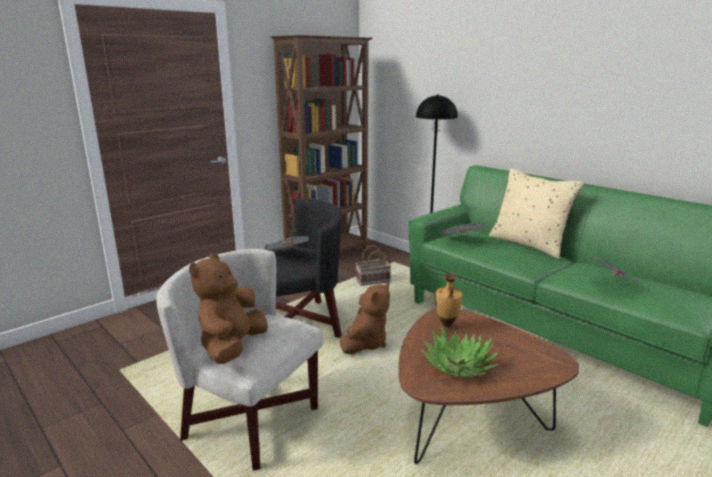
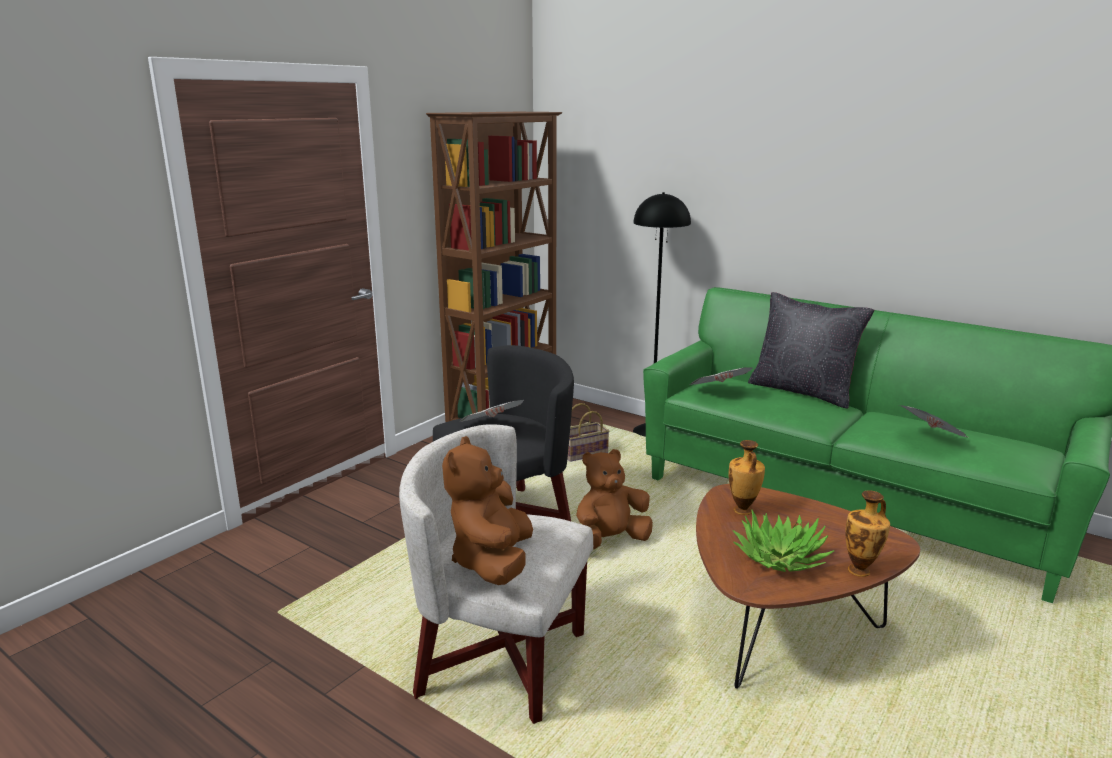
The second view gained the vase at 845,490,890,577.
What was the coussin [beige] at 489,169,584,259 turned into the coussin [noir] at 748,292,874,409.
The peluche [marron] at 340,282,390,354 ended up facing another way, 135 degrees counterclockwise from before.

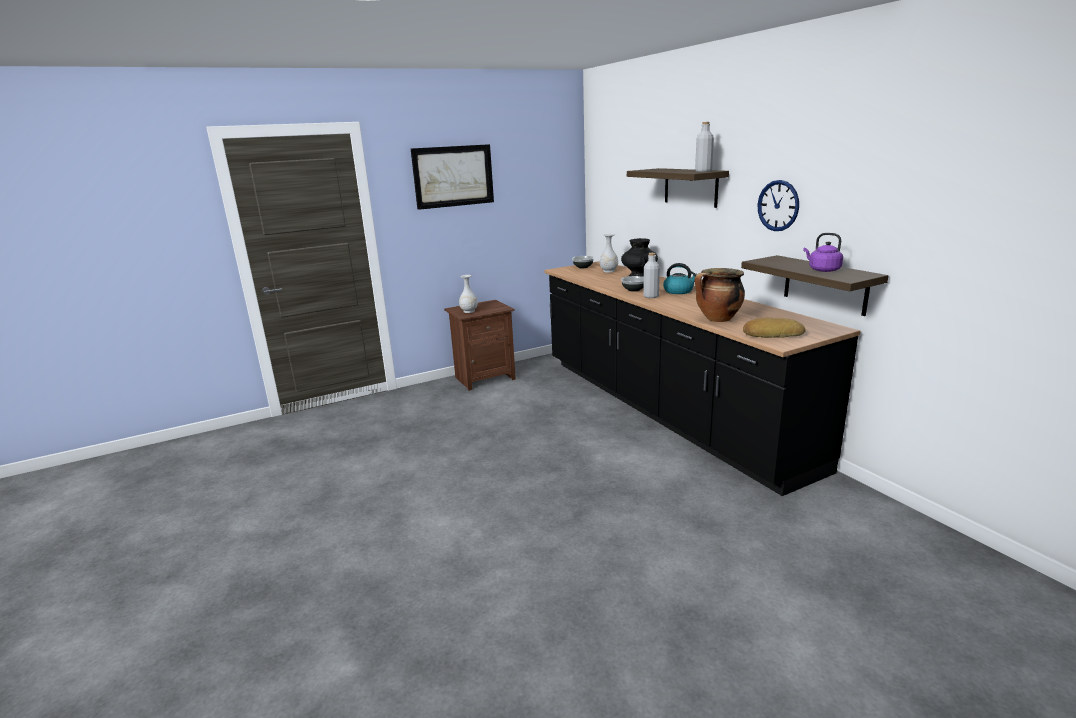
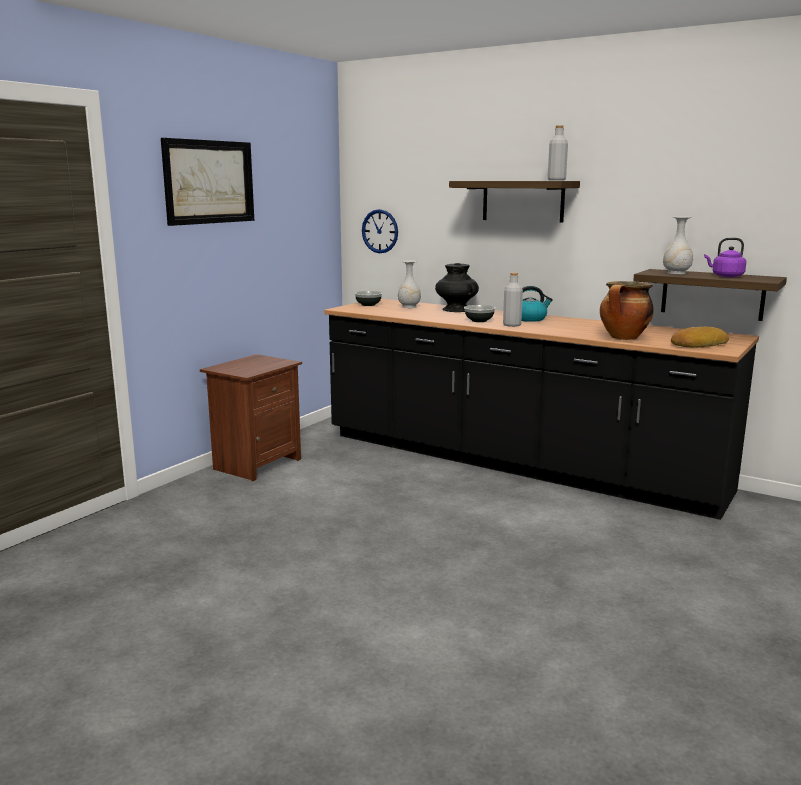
The vase [blanc] ended up elsewhere, having gone from 459,275,478,313 to 663,216,693,274.
The horloge murale ended up elsewhere, having gone from 758,180,799,231 to 362,209,398,253.

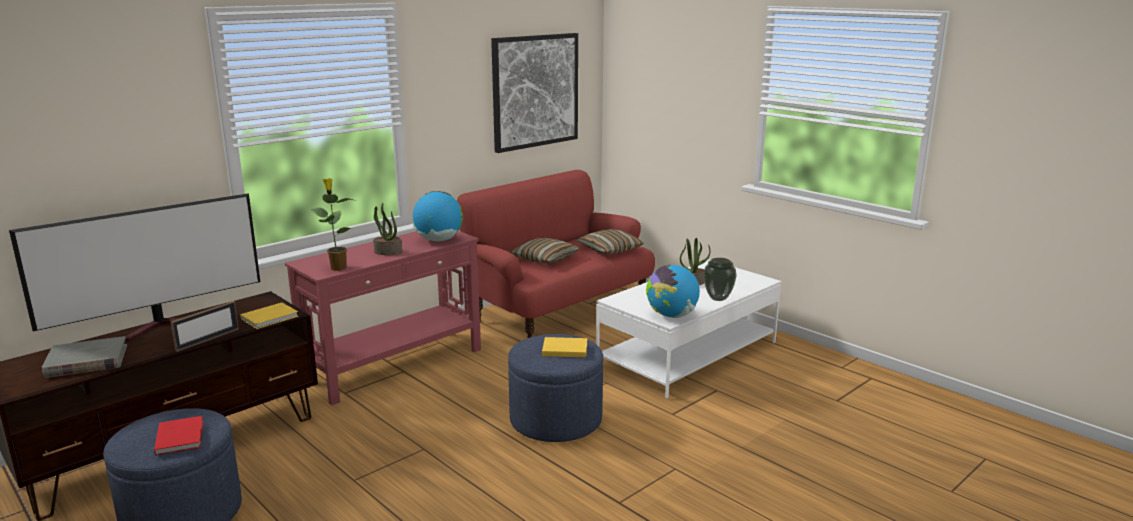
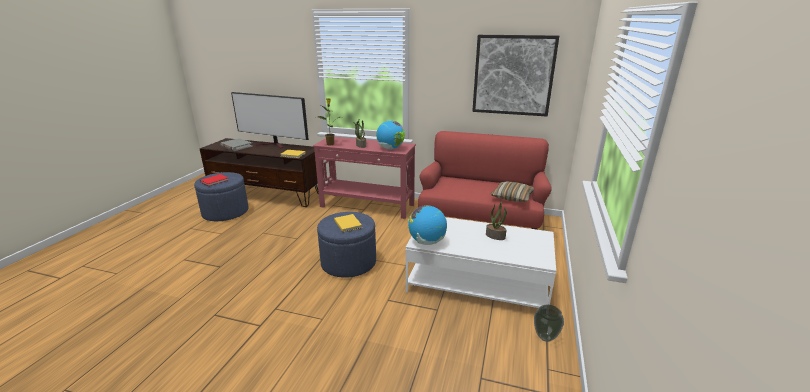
The second view lost the cadre photo at 171,301,239,352.
The second view lost the coussin at 510,238,581,264.
The vase ended up elsewhere, having gone from 703,258,737,301 to 534,305,564,342.

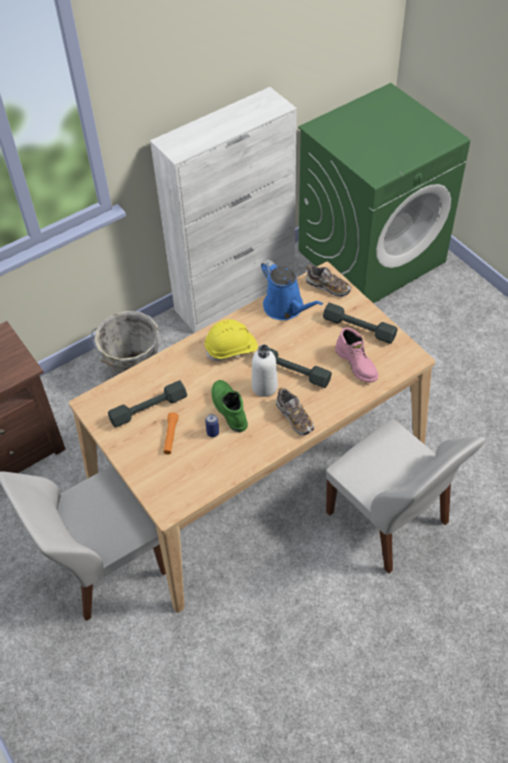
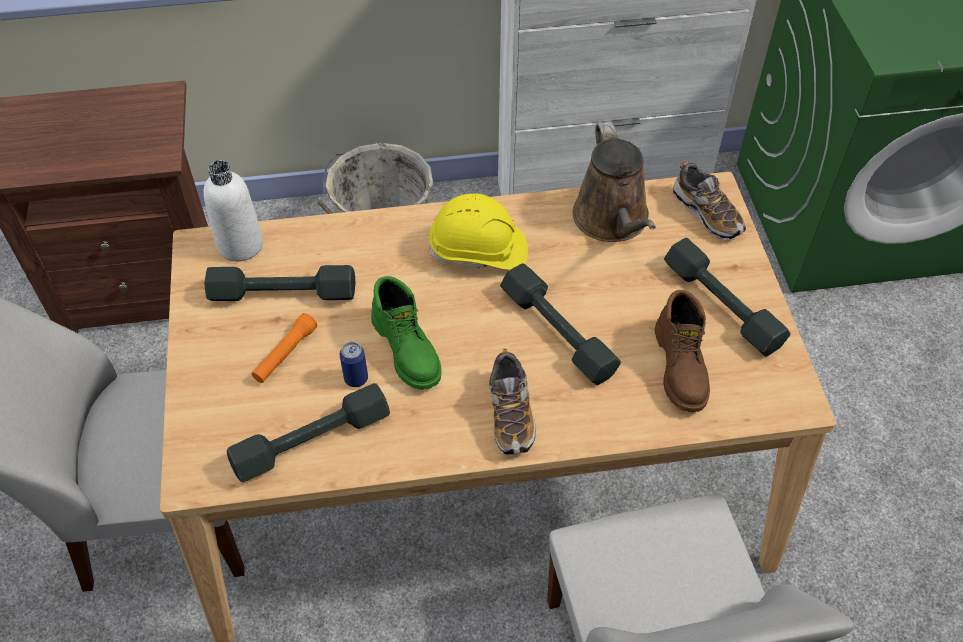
The second view gained the haltère [gris] at 227,383,390,482.
The bouteille [blanc] ended up elsewhere, having gone from 252,345,278,397 to 204,160,263,262.
What was the arrosoir [bleu] at 261,260,323,320 turned into the arrosoir [marron] at 572,122,656,242.
What was the botte [rose] at 335,328,378,383 turned into the botte [marron] at 655,290,710,412.
The botte [vert] at 211,380,248,432 ended up facing another way, 150 degrees clockwise from before.

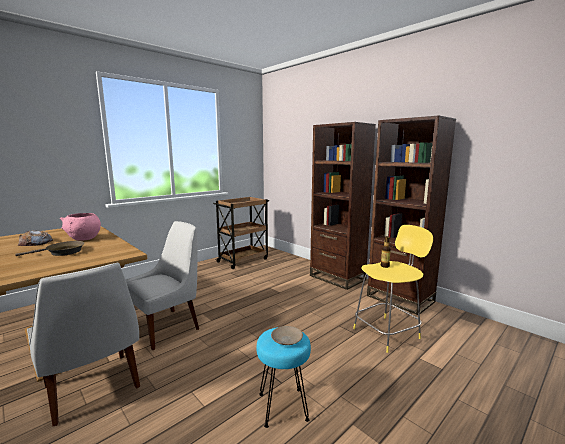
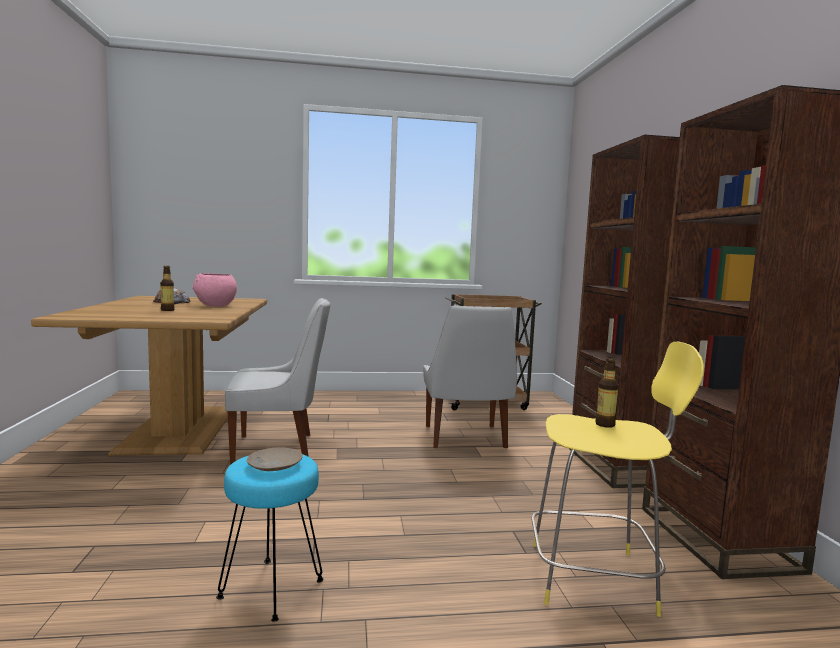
The chaise [blanc] ended up elsewhere, having gone from 27,263,140,426 to 423,306,517,448.
Where the poêle [marron] stood at 15,241,84,256, the bouteille came to stand at 160,266,175,311.

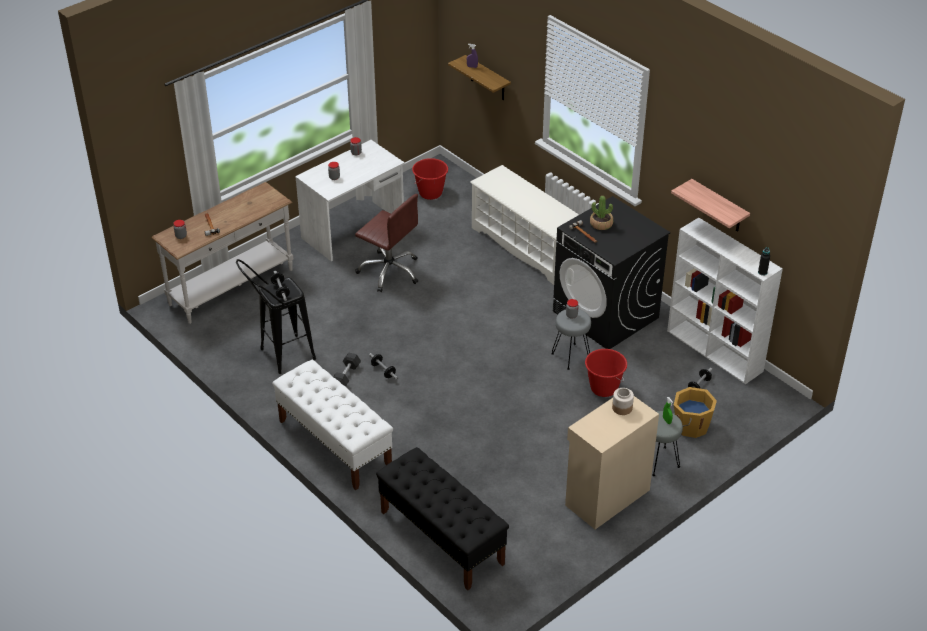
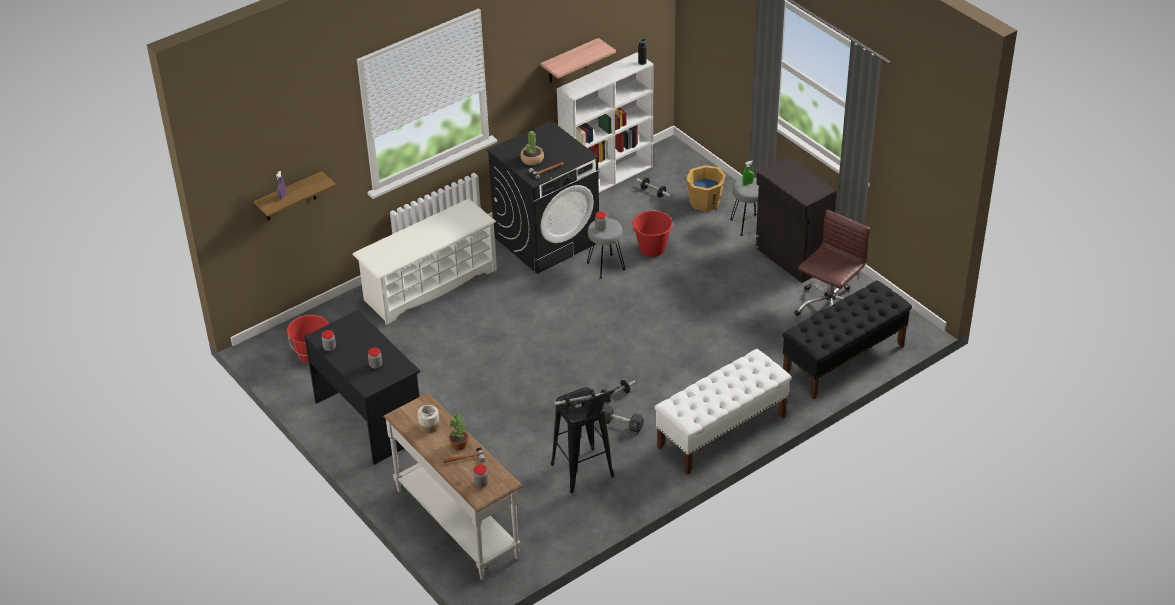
The second view gained the plante en pot at 449,413,469,450.
The chaise de bureau [marron] ended up elsewhere, having gone from 355,194,418,292 to 794,210,870,316.
The bocal ended up elsewhere, having gone from 612,388,634,415 to 418,405,440,433.
What was the bureau [blanc] at 295,140,405,261 turned into the bureau [noir] at 304,310,420,465.
What was the meuble de rangement [beige] at 565,396,659,529 turned into the meuble de rangement [noir] at 754,157,837,283.

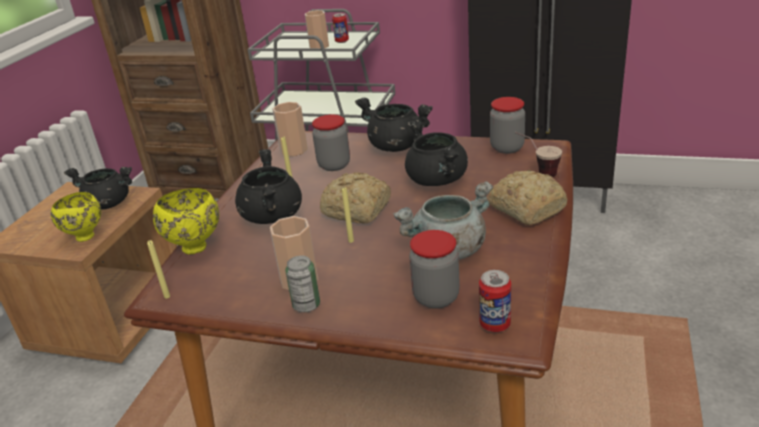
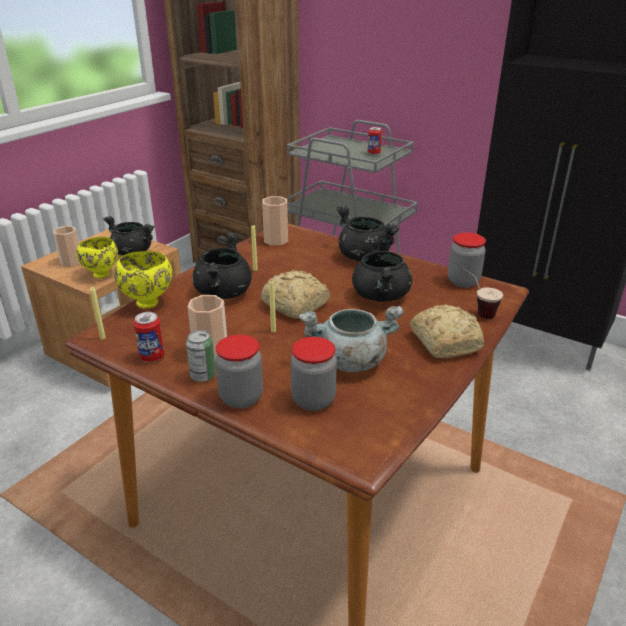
The tasse ended up elsewhere, having gone from 305,10,329,48 to 53,226,80,267.
The bocal ended up elsewhere, having gone from 312,114,350,171 to 215,335,263,408.
The boîte métallique ended up elsewhere, having gone from 479,270,511,332 to 134,312,165,362.

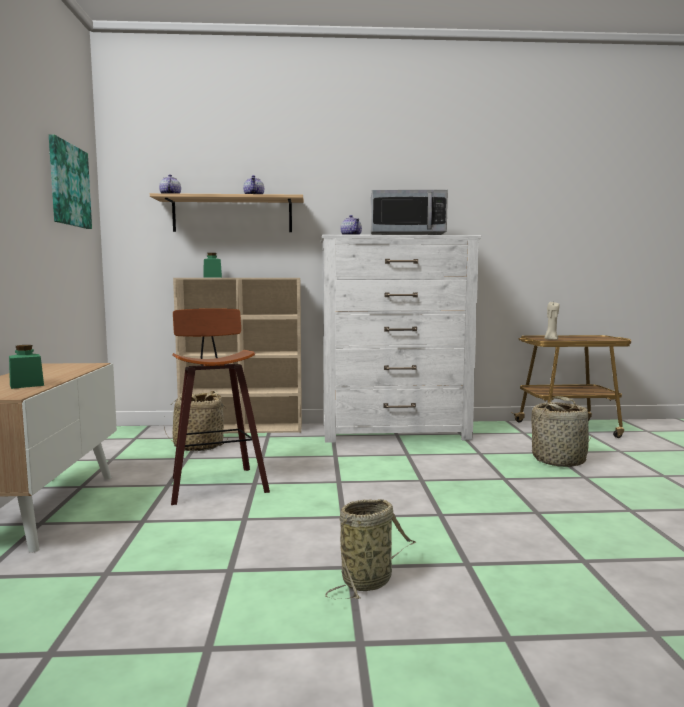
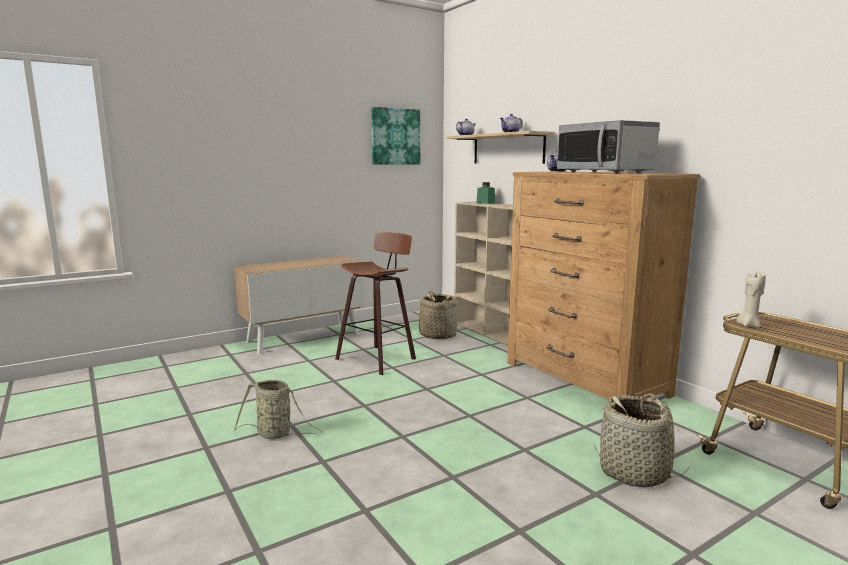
The second view lost the bocal [vert] at 9,345,44,389.
What was the commode [blanc] at 321,234,481,443 turned into the commode [marron] at 507,171,700,400.

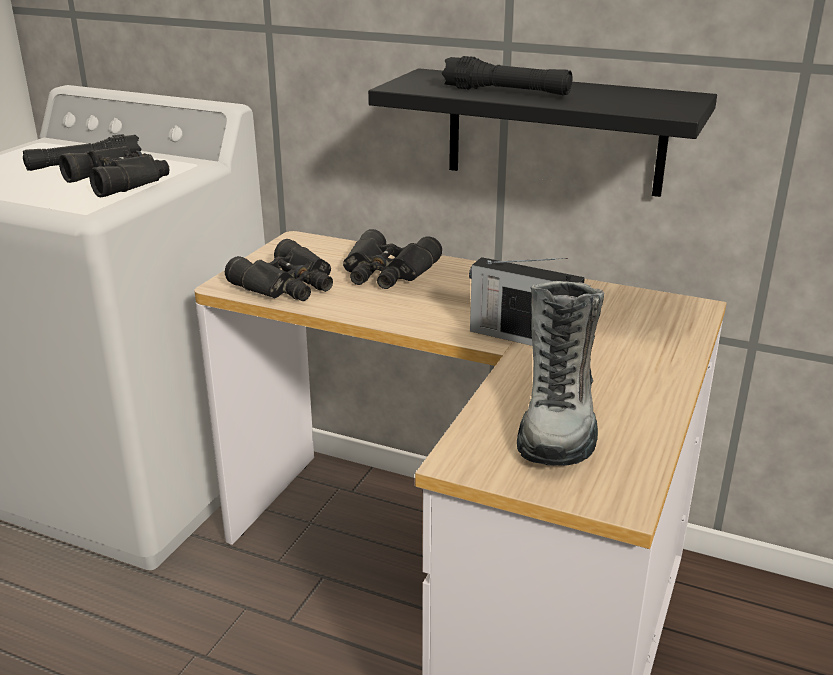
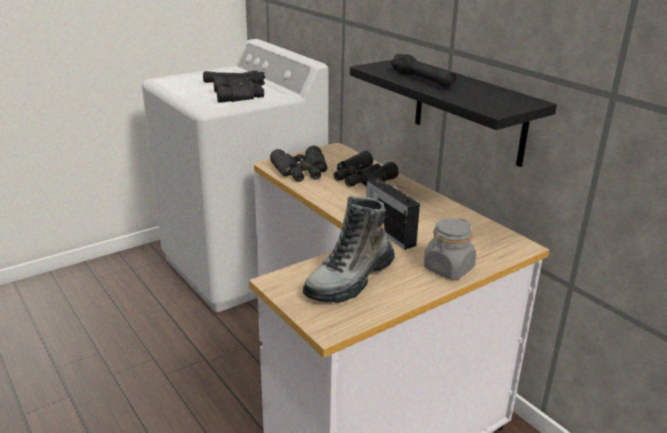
The second view gained the bocal [gris] at 424,218,476,279.

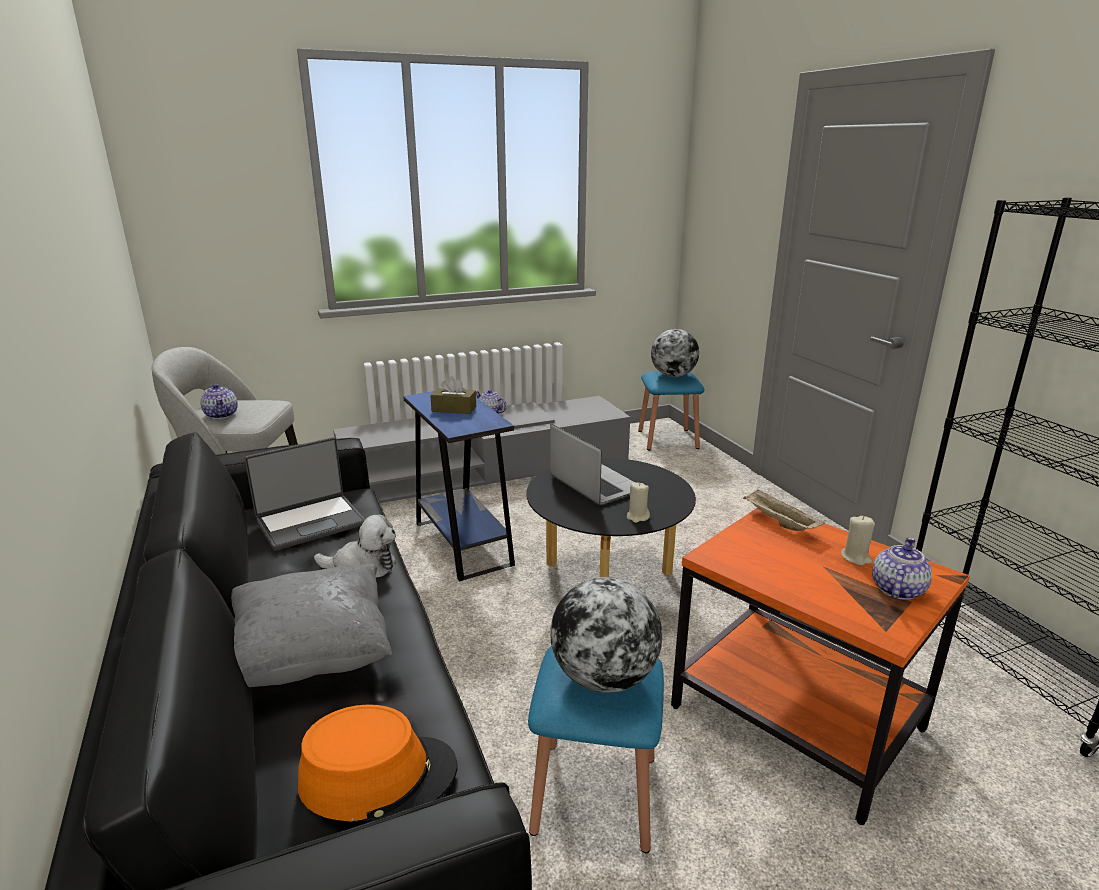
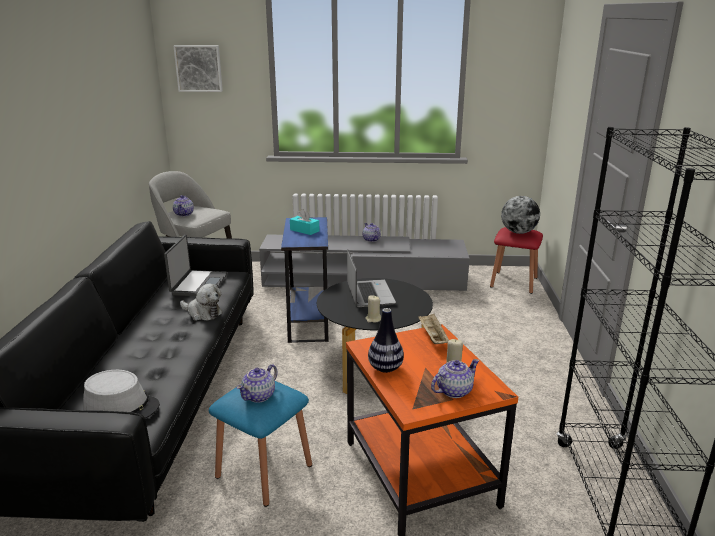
The second view lost the coussin [gris] at 231,564,392,687.
The second view gained the tableau at 173,45,223,92.
The second view gained the vase at 368,308,404,373.
Where the globe stood at 550,577,662,693, the théière came to stand at 237,364,278,403.
What was the chapeau [orange] at 298,704,458,822 turned into the chapeau [gris] at 83,370,160,419.
What was the boîte à mouchoirs [marron] at 430,376,476,414 turned into the boîte à mouchoirs [turquoise] at 290,209,319,235.
What was the tabouret [bleu] at 638,371,705,450 turned into the tabouret [rouge] at 490,227,543,294.
The ordinateur portable at 245,437,365,551 ended up facing another way, 75 degrees counterclockwise from before.

